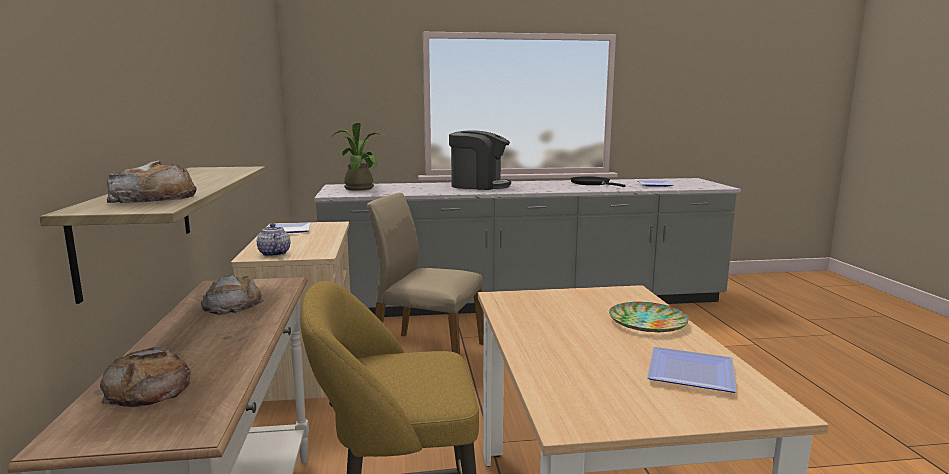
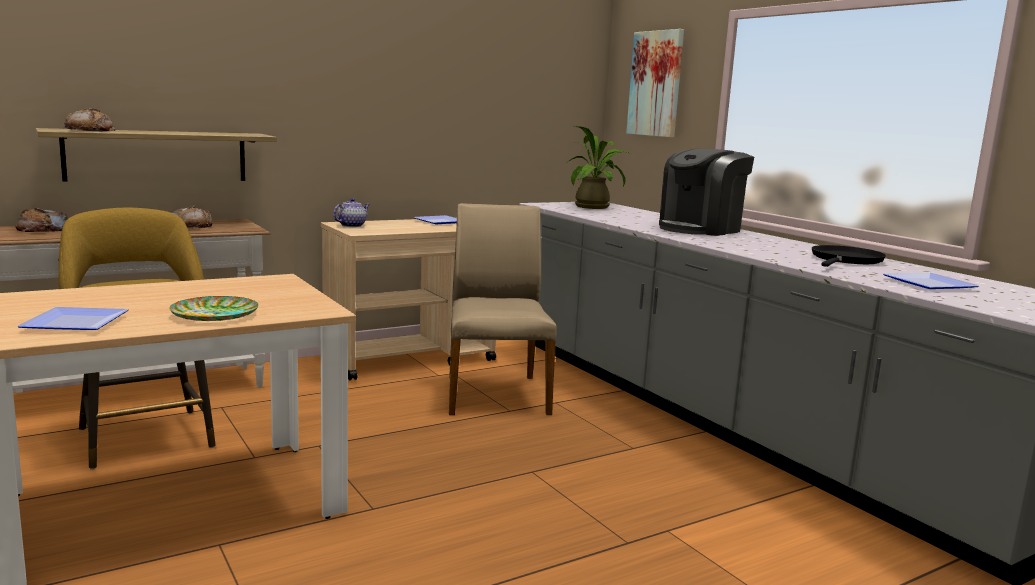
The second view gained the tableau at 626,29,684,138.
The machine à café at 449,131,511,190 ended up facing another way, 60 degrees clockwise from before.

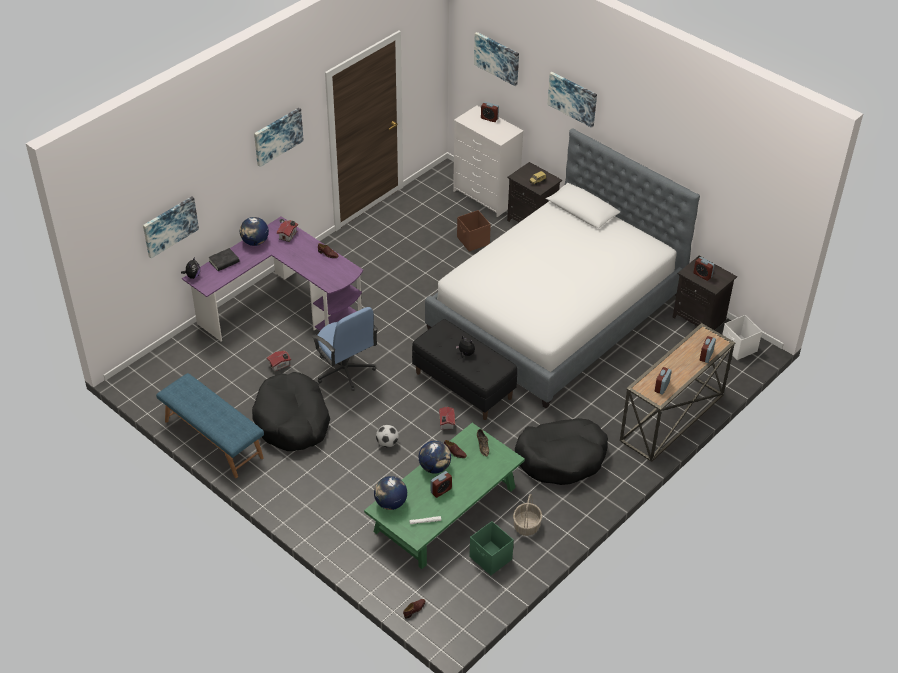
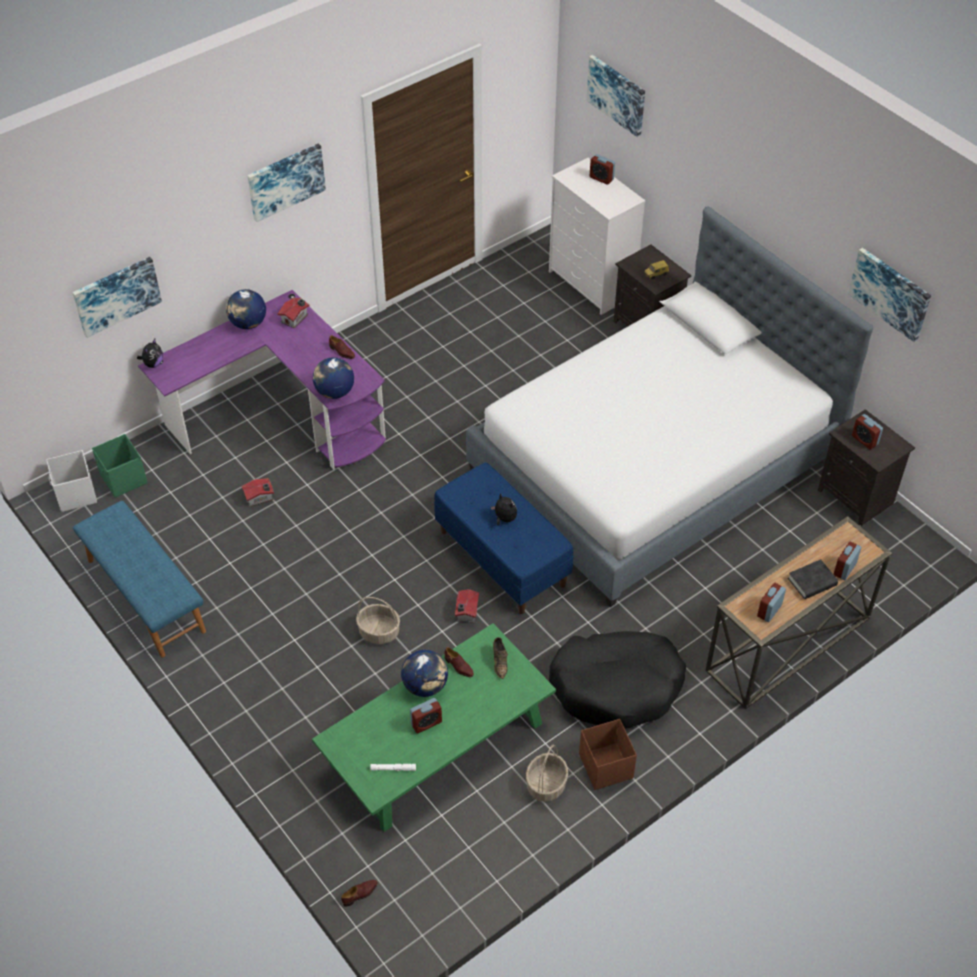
The second view lost the panier pour chien [noir] at 252,372,330,451.
The second view lost the chaise de bureau [bleu] at 311,307,378,391.
The livre [noir] ended up elsewhere, having gone from 208,248,240,271 to 788,559,838,599.
The globe ended up elsewhere, having gone from 374,476,407,510 to 313,357,354,399.
The boîte de rangement [marron] ended up elsewhere, having gone from 457,210,491,252 to 579,719,637,790.
The boîte de rangement [vert] ended up elsewhere, having gone from 469,521,514,576 to 92,434,148,498.
The tableau ended up elsewhere, having gone from 548,72,597,128 to 848,248,931,342.
The boîte de rangement [blanc] ended up elsewhere, having gone from 722,315,762,360 to 46,450,97,512.
Where the ballon de foot stood at 376,425,399,448, the panier came to stand at 356,597,400,644.
What was the banc [noir] at 412,319,517,420 turned into the banc [bleu] at 434,462,574,614.

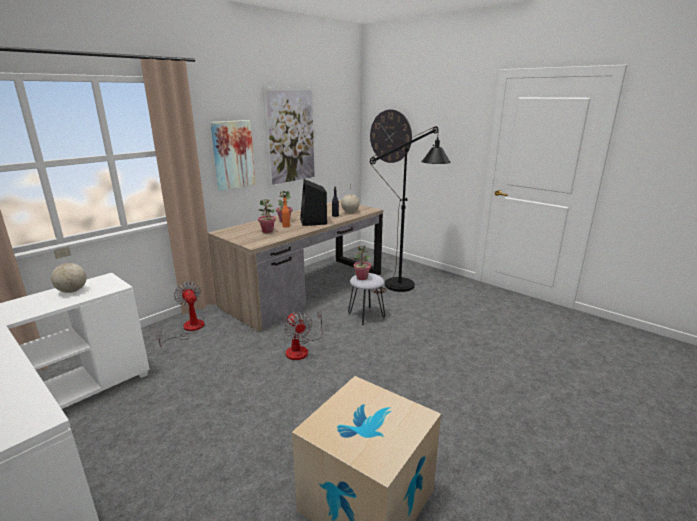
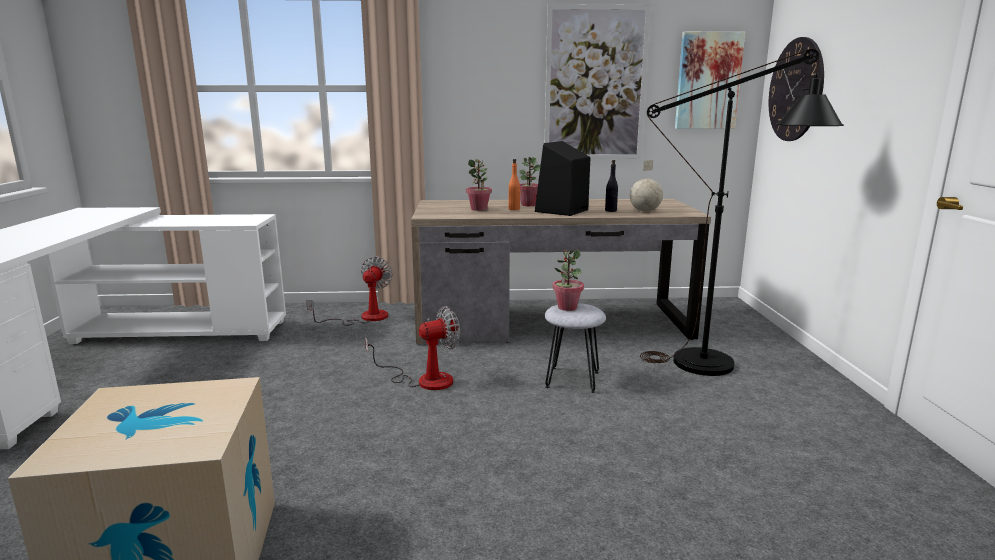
The second view lost the globe at 51,247,87,293.
The tableau ended up elsewhere, having gone from 210,120,256,191 to 675,32,745,129.
The ventilateur at 284,310,323,360 ended up facing another way, 135 degrees counterclockwise from before.

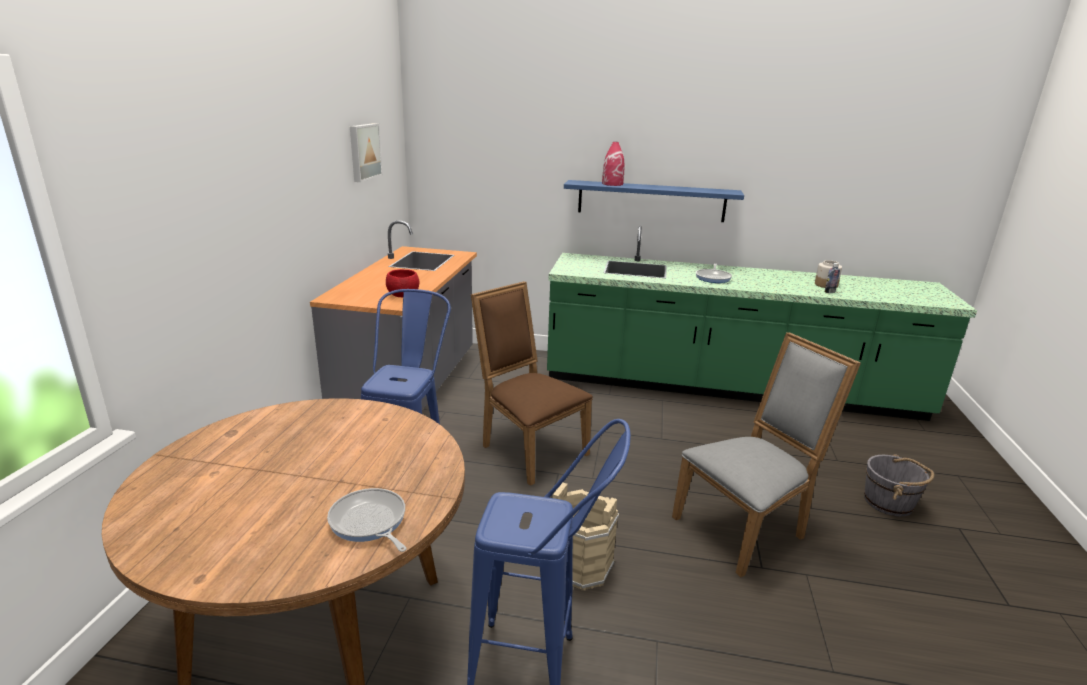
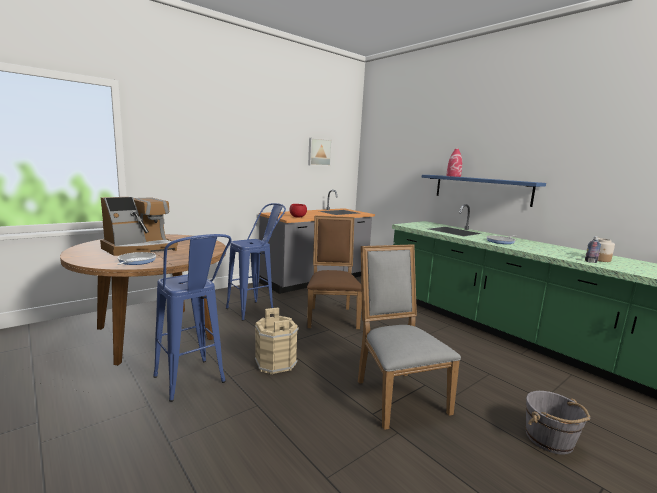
The second view gained the machine à café at 100,197,178,256.
The chaise [gris] at 672,332,861,577 ended up facing another way, 120 degrees counterclockwise from before.

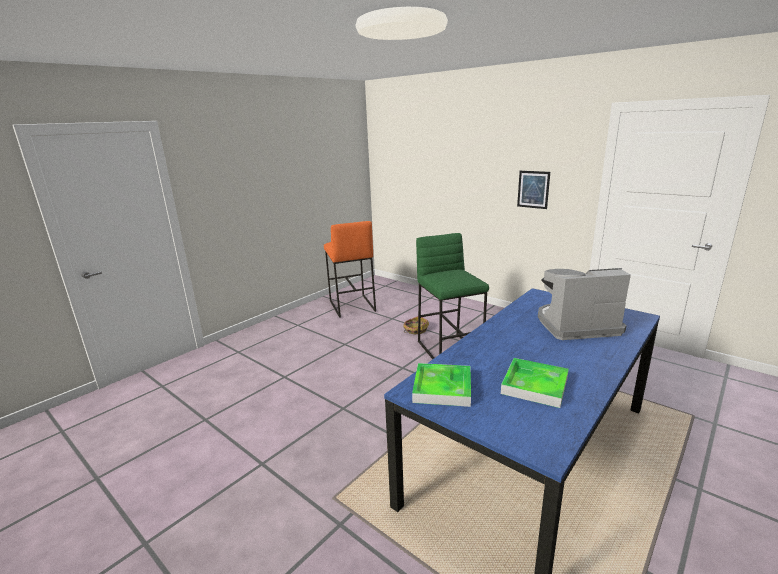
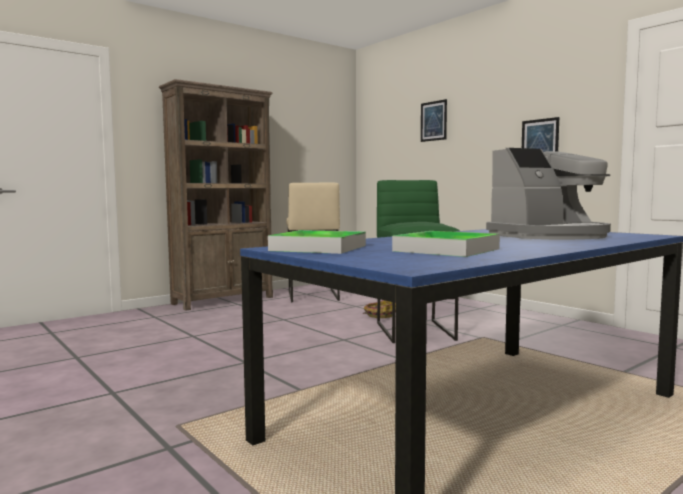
The second view gained the bibliothèque [marron] at 159,79,273,311.
The second view gained the tableau at 421,99,447,142.
What was the tabouret [orange] at 324,221,376,318 turned into the tabouret [beige] at 286,182,340,302.
The machine à café at 538,268,631,340 ended up facing another way, 150 degrees clockwise from before.

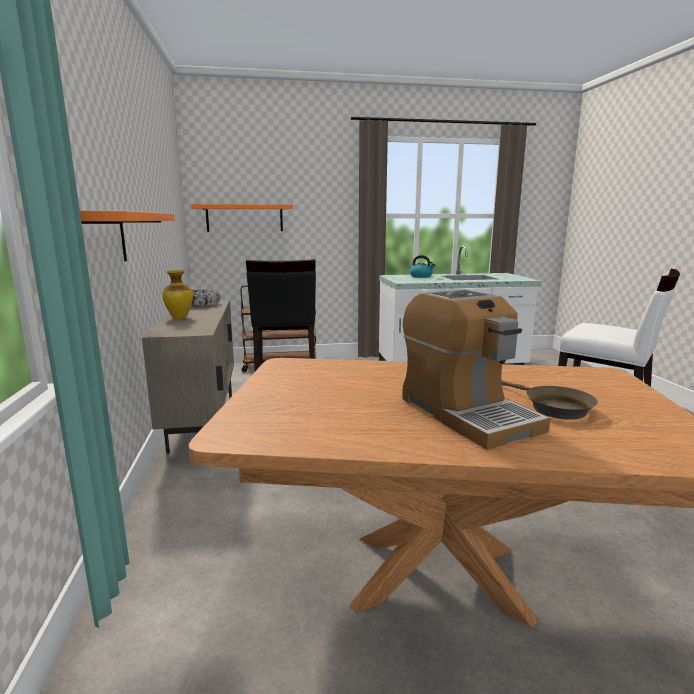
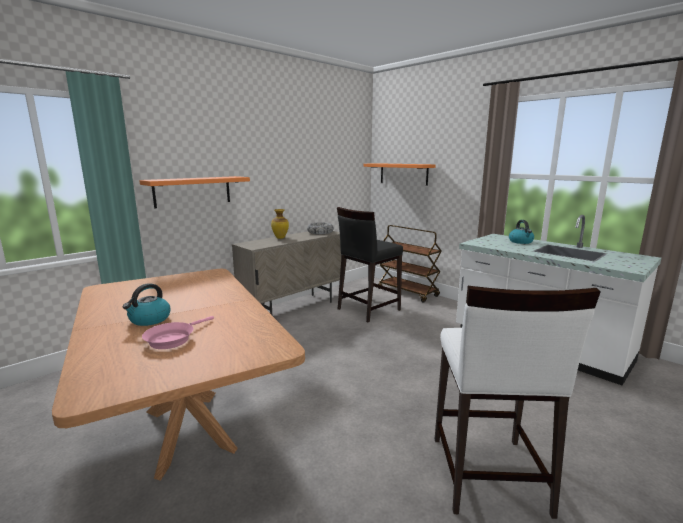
Where the machine à café stood at 402,289,550,450, the bouilloire came to stand at 123,283,171,326.
What was the poêle [marron] at 502,380,598,420 turned into the poêle [rose] at 142,316,214,349.

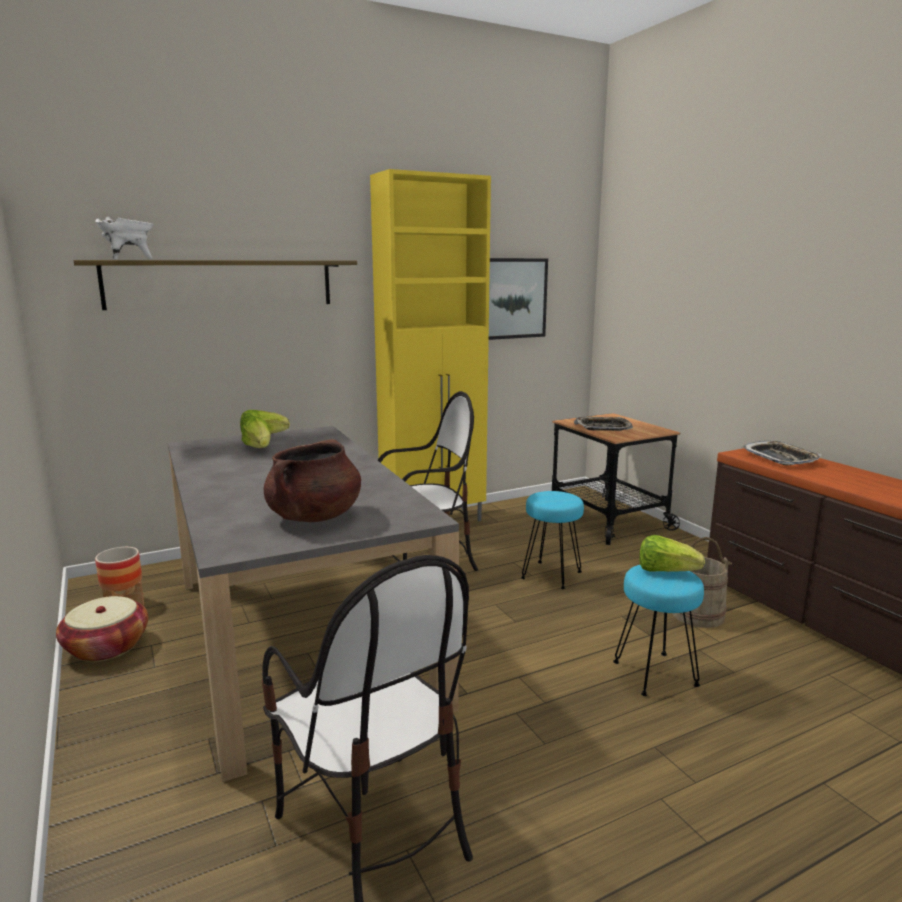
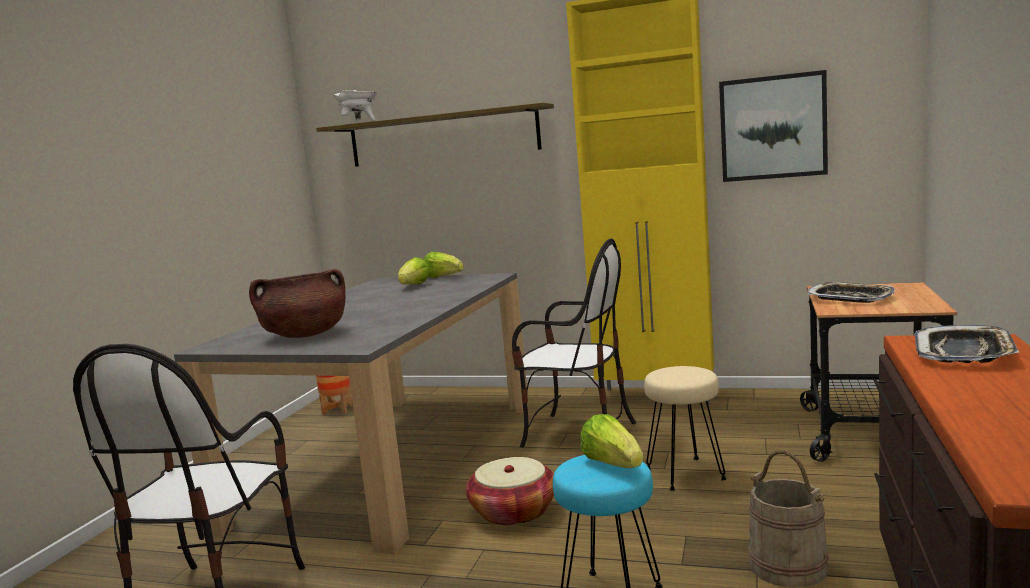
The panier ended up elsewhere, having gone from 56,596,148,662 to 466,457,554,526.
What was the tabouret [turquoise] at 521,491,584,589 turned into the tabouret [beige] at 644,366,727,491.

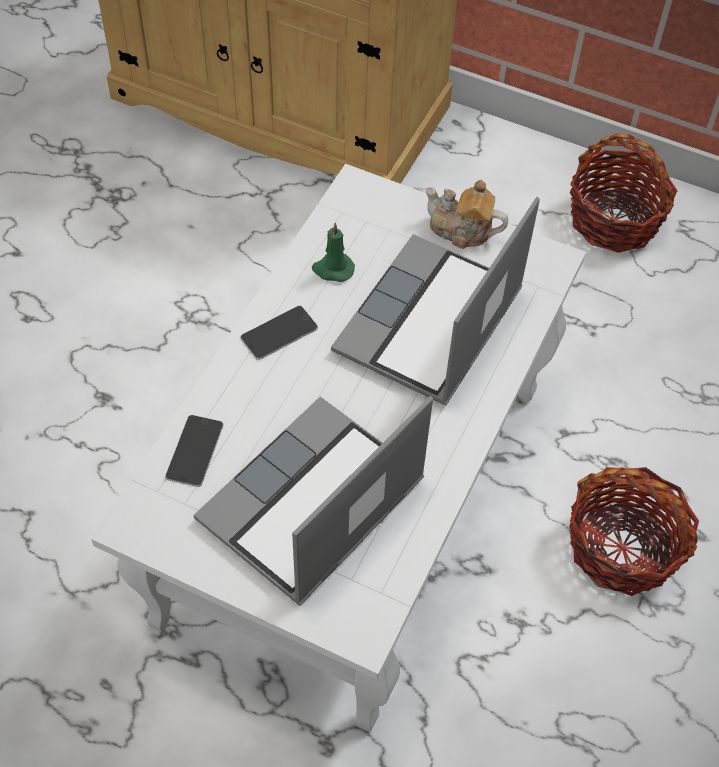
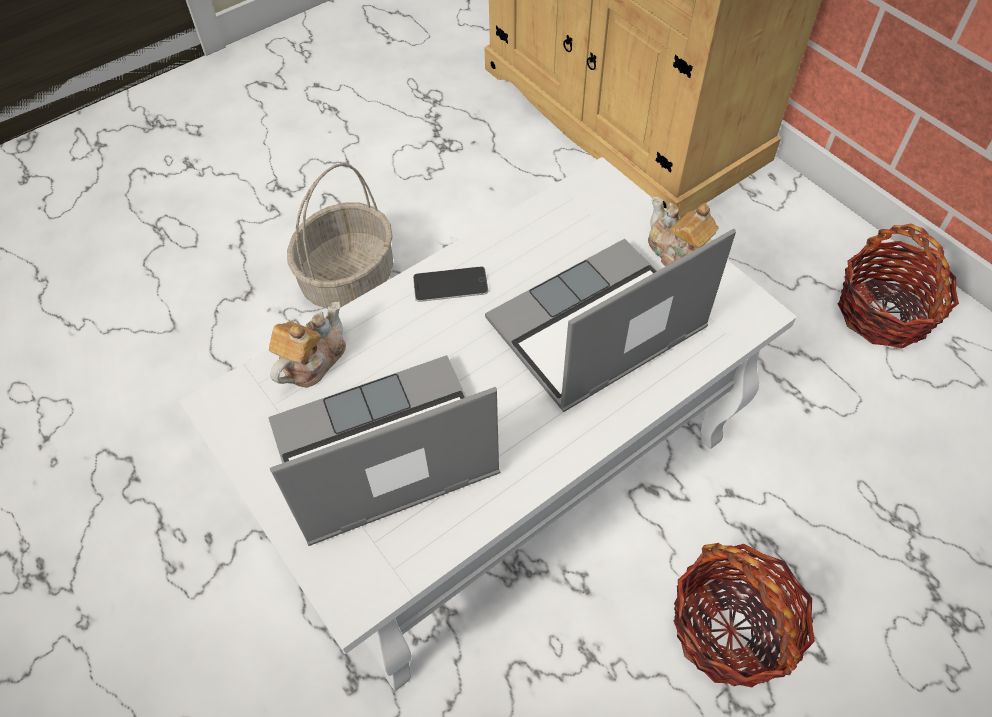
The second view lost the bougie [vert] at 312,223,355,282.
The second view gained the panier at 287,163,393,309.
Where the téléphone stood at 165,415,224,487, the théière came to stand at 269,302,346,388.

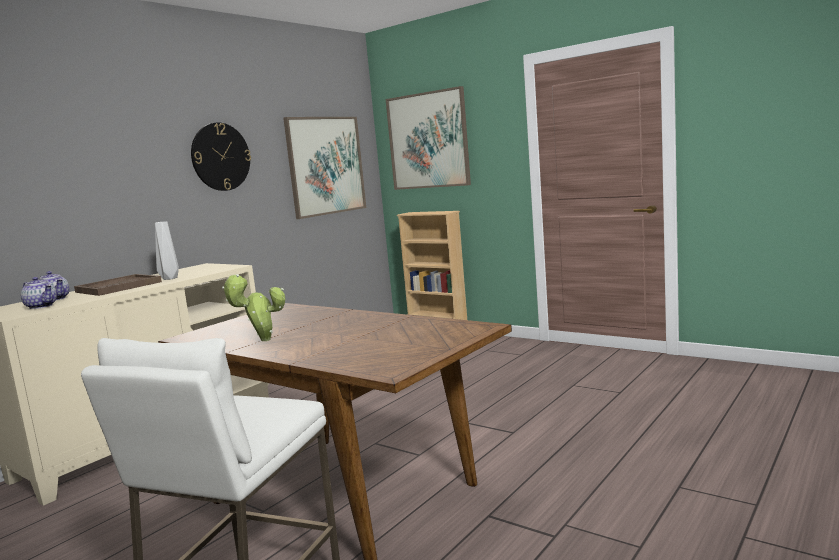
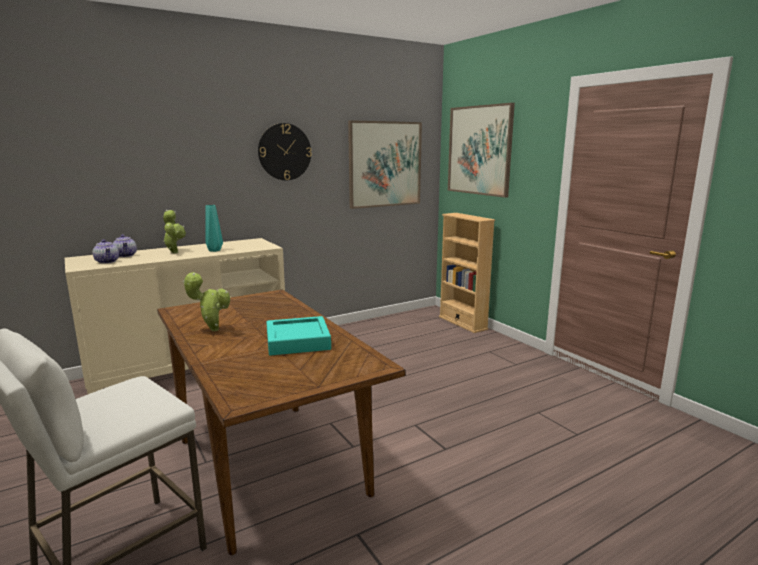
The second view gained the plateau [turquoise] at 266,316,331,356.
Where the plateau [marron] stood at 74,274,162,296, the plante en pot came to stand at 163,210,186,253.
What was the vase [gris] at 155,221,179,280 turned into the vase [turquoise] at 205,205,223,252.

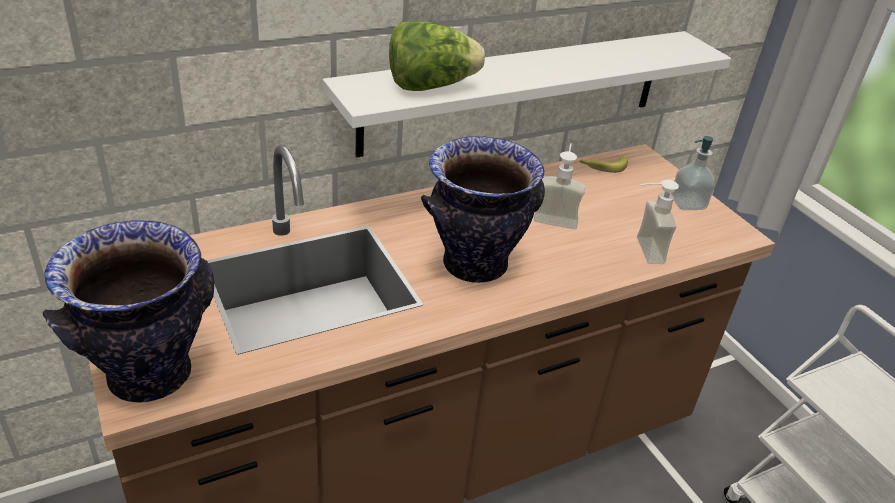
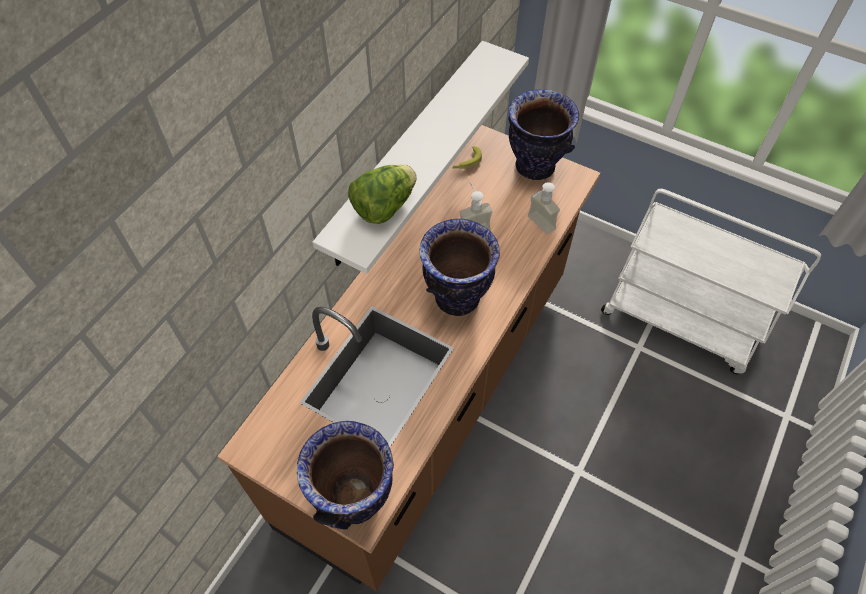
Where the distributeur de savon stood at 671,136,715,210, the vase came to stand at 509,89,579,180.

